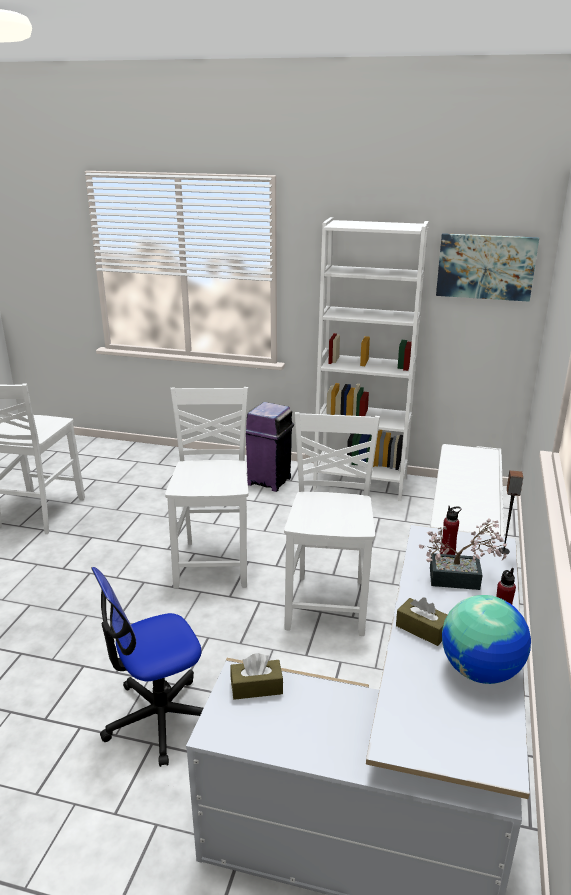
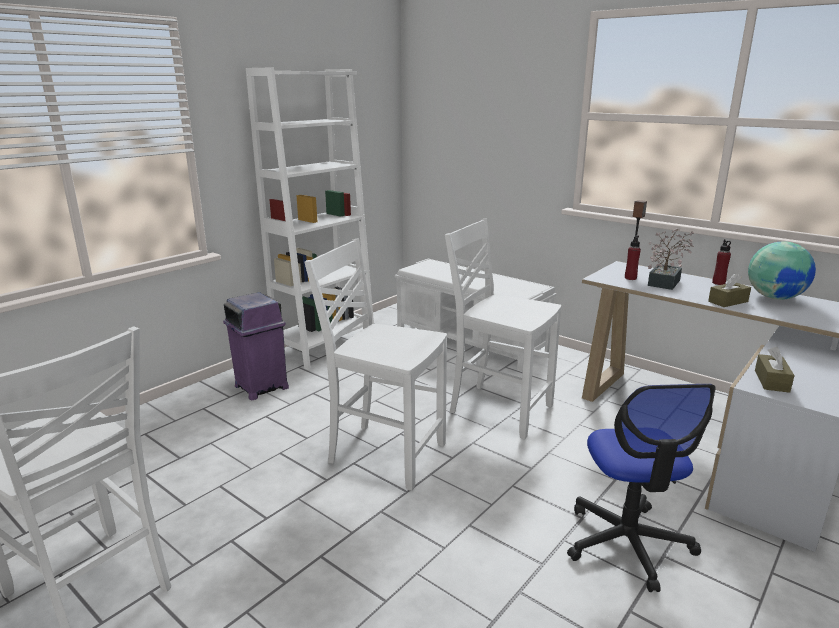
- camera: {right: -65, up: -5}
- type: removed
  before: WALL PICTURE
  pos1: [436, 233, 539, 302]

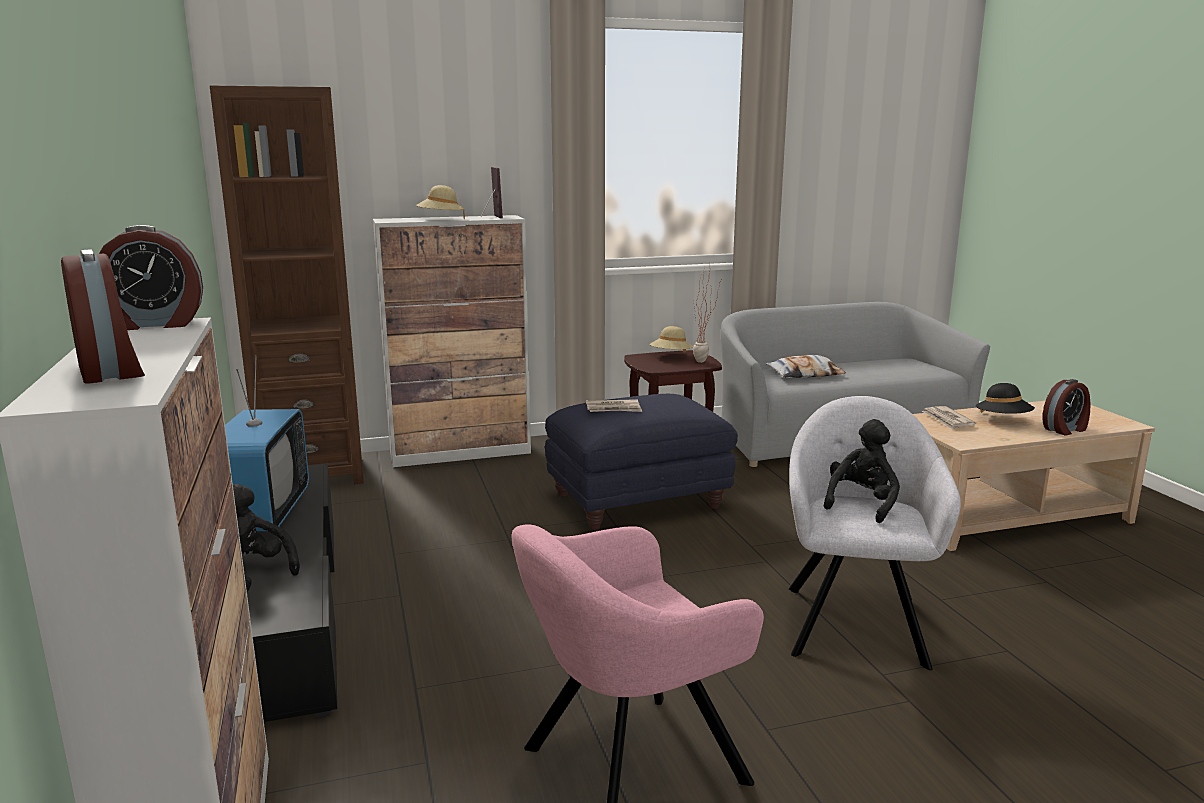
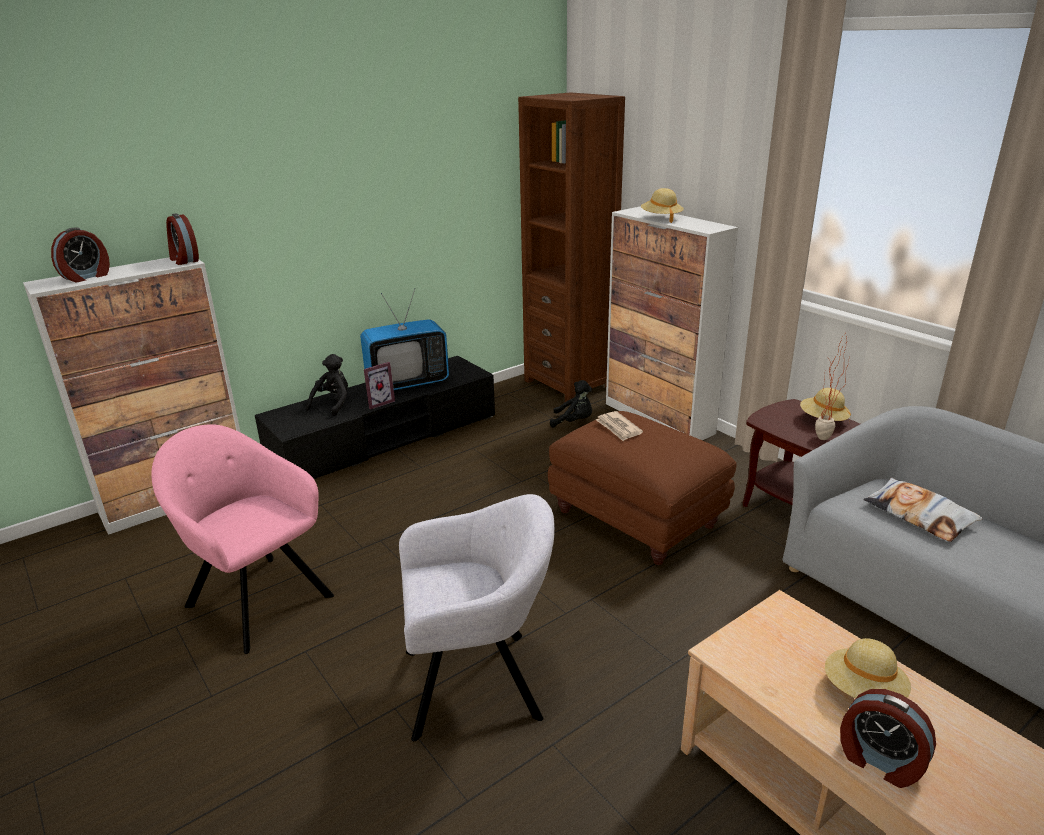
- camera: {right: 70, up: 10}
- type: moved
  before: STANDING FRAME
  pos1: [481, 167, 503, 218]
  pos2: [364, 362, 395, 409]
- type: recoloured
  before: BLUE-COLOURED OTTOMAN
  after: BROWNISH OTTOMAN
  pos1: [545, 394, 738, 530]
  pos2: [548, 411, 737, 565]
- type: moved
  before: BLACK-COLOURED PLUSH TOY
  pos1: [824, 419, 900, 523]
  pos2: [550, 380, 592, 428]
- type: recoloured
  before: BLACK-COLOURED CLOTHING HAT
  after: BEIGE-COLOURED CLOTHING HAT
  pos1: [976, 383, 1035, 414]
  pos2: [825, 638, 911, 698]
- type: removed
  before: DAILY PAPER
  pos1: [922, 406, 976, 430]

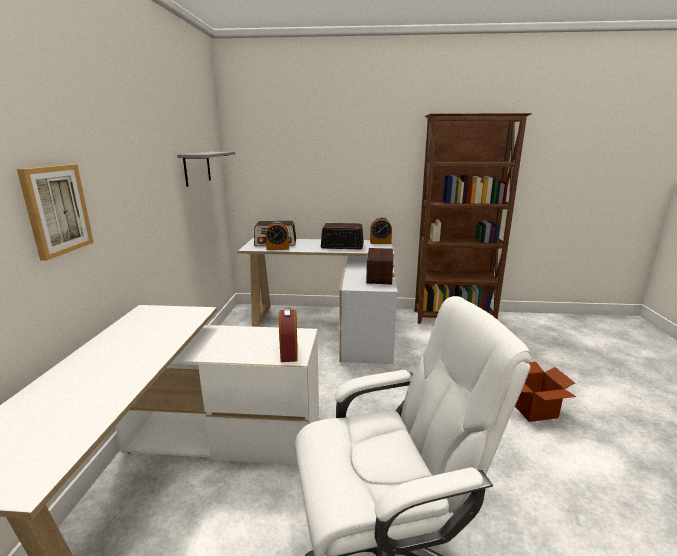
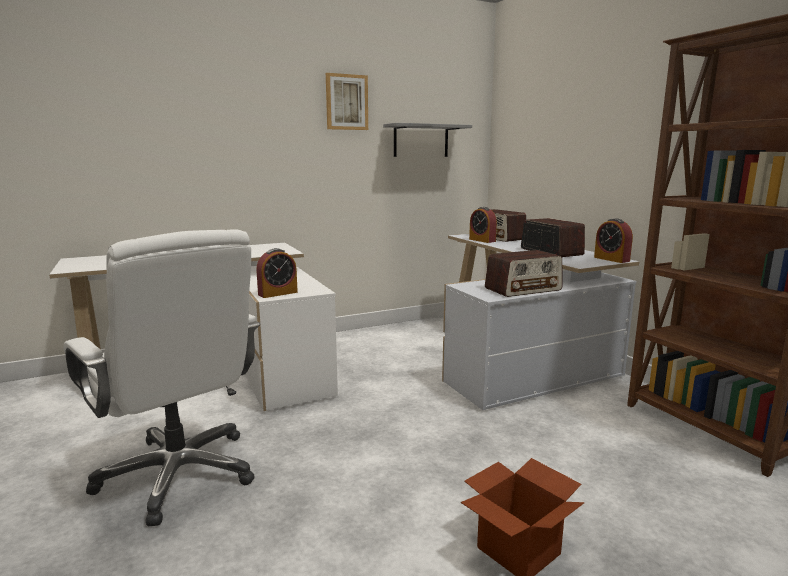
- camera: {right: 60, up: -5}
- type: moved
  before: WALL PICTURE
  pos1: [17, 164, 94, 261]
  pos2: [326, 73, 368, 130]

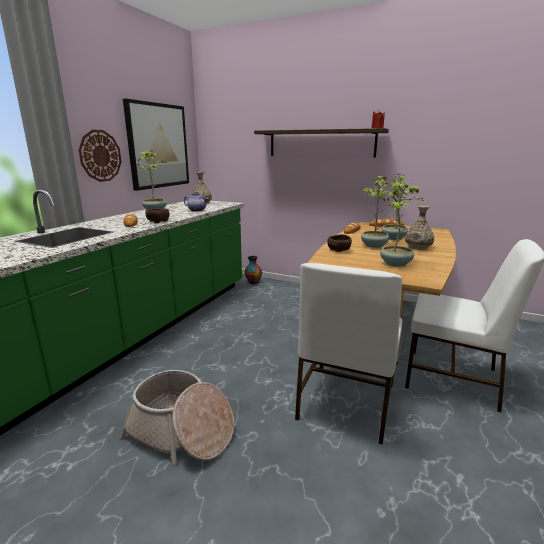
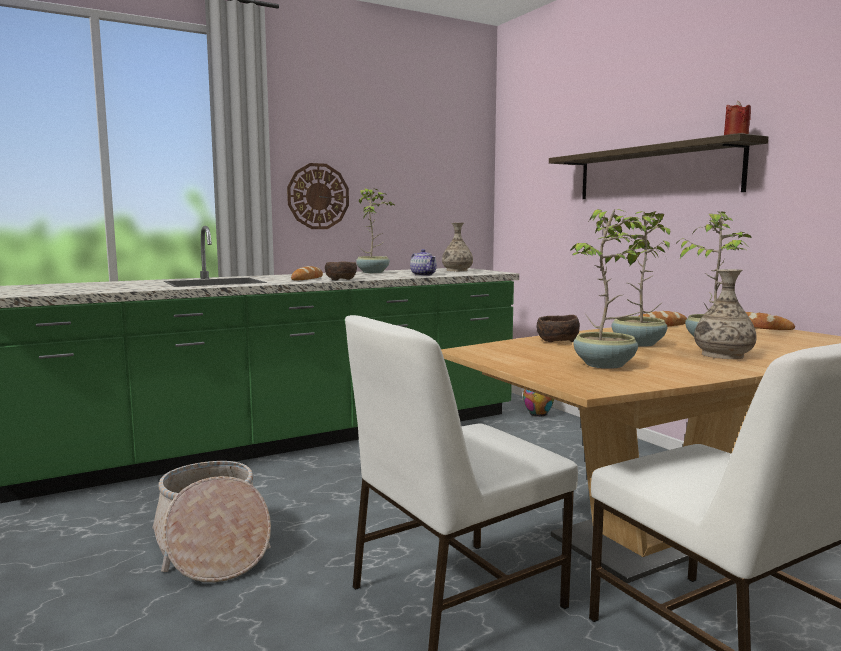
- camera: {right: 35, up: -10}
- type: removed
  before: WALL PICTURE
  pos1: [123, 99, 189, 191]

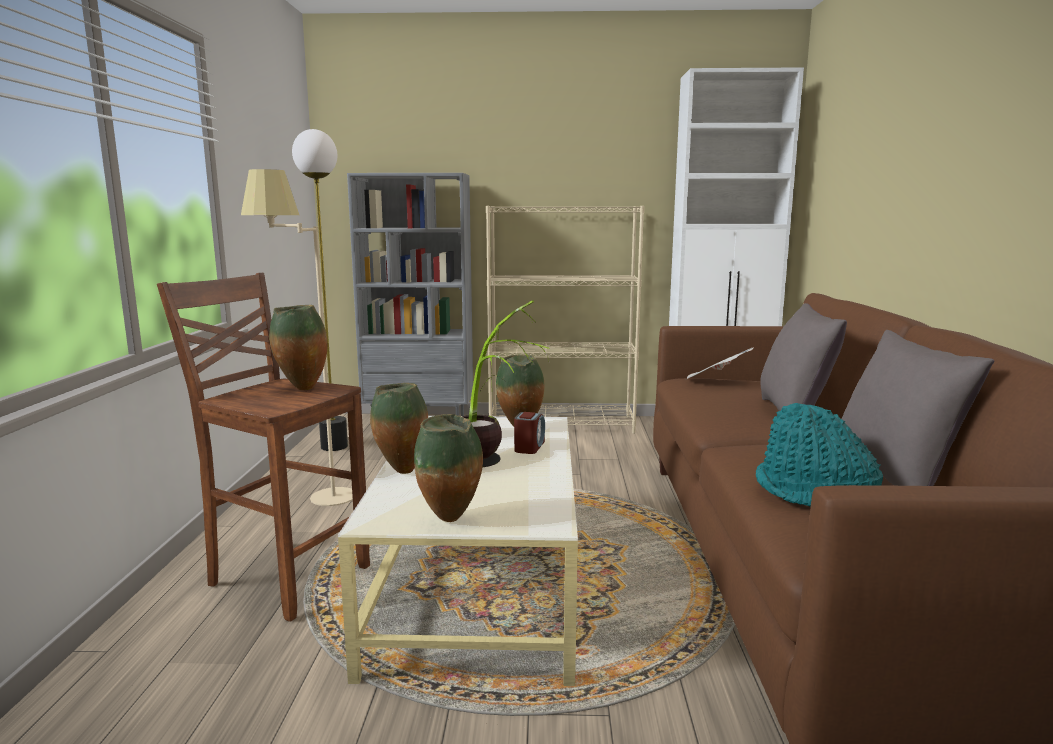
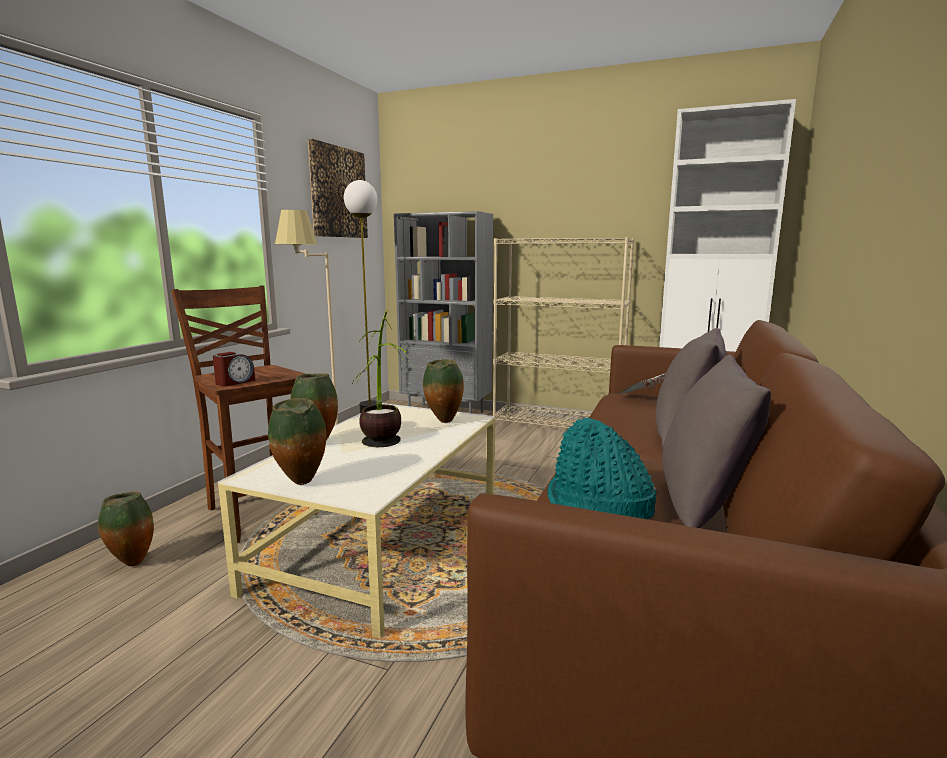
- camera: {right: 20, up: 0}
- type: moved
  before: FLOWER VASE
  pos1: [269, 305, 327, 390]
  pos2: [98, 491, 154, 566]
- type: moved
  before: BEDSIDE CLOCK
  pos1: [514, 412, 545, 454]
  pos2: [213, 352, 255, 386]
- type: added
  after: WALL PICTURE
  pos2: [308, 139, 368, 238]

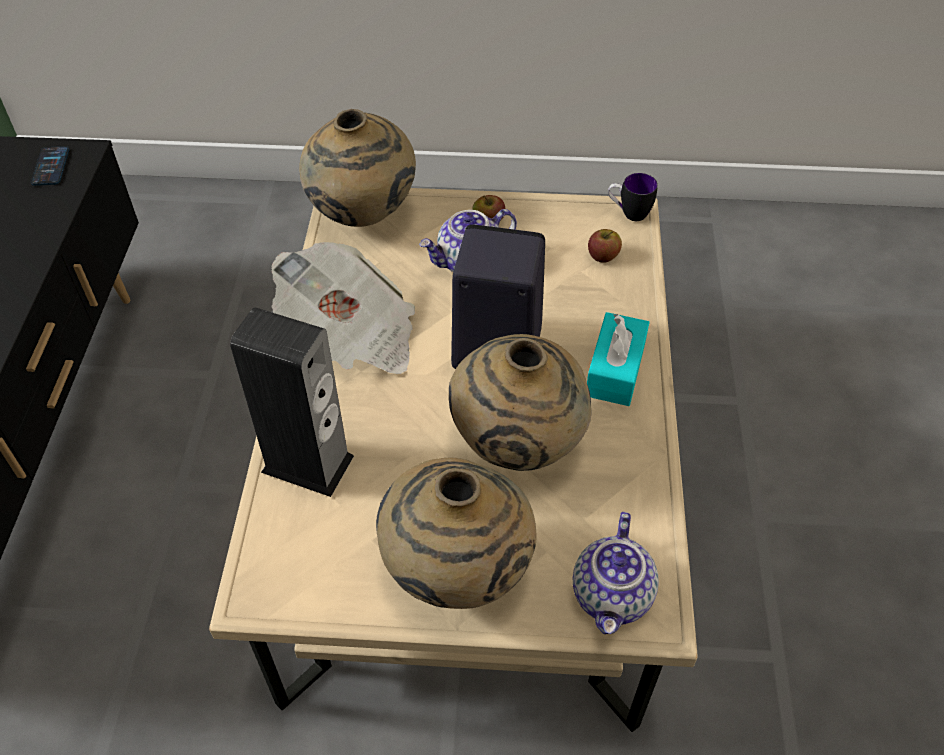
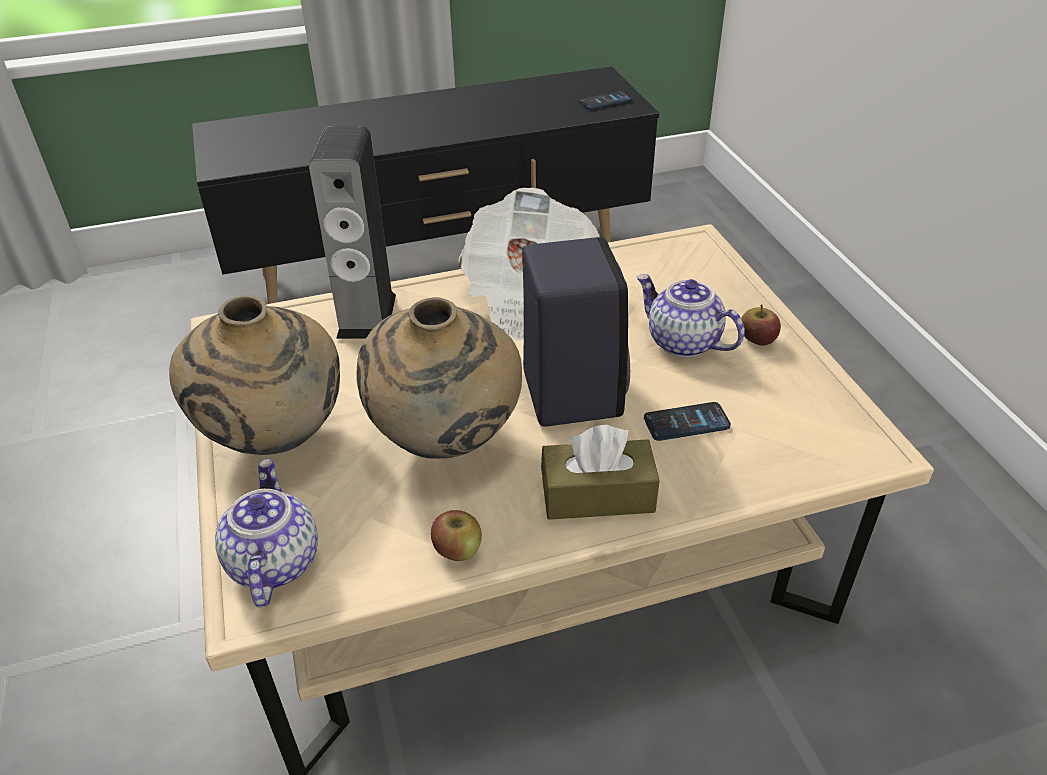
- camera: {right: 70, up: -10}
- type: turned
  before: TEAPOT
  pos1: [573, 512, 659, 634]
  pos2: [215, 458, 318, 608]
  turn: 90
- type: moved
  before: APPLE FRUIT
  pos1: [588, 229, 622, 263]
  pos2: [431, 510, 482, 561]
- type: recoloured
  before: TURQUOISE BOX OF TISSUES
  after: BROWNISH BOX OF TISSUES
  pos1: [587, 312, 650, 406]
  pos2: [541, 425, 660, 520]
- type: added
  after: HANDSET
  pos2: [644, 402, 731, 441]
- type: removed
  before: BEIGE-COLOURED FLOWER VASE
  pos1: [299, 109, 416, 227]
- type: removed
  before: COFFEE MUG
  pos1: [608, 173, 658, 221]

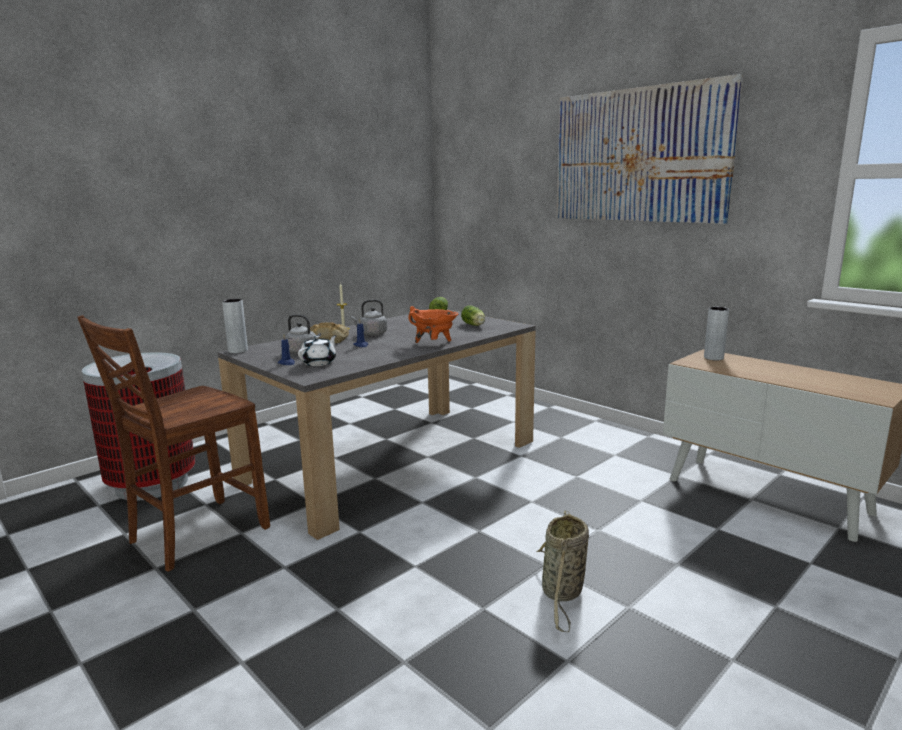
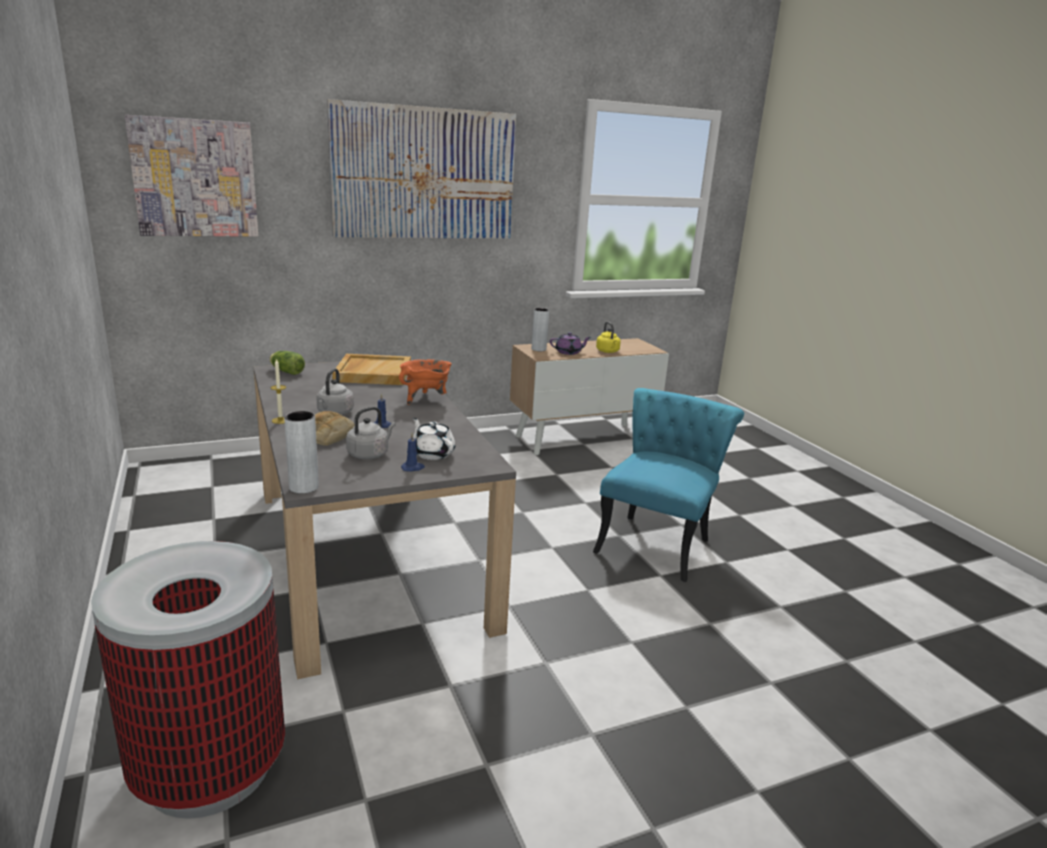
- camera: {right: -70, up: 5}
- type: added
  after: WALL PICTURE
  pos2: [124, 115, 258, 237]
- type: replaced
  before: LETTUCE
  after: BEIGE-COLOURED TRAY
  pos1: [461, 305, 485, 326]
  pos2: [332, 354, 411, 385]
- type: added
  after: PURPLE TEAPOT
  pos2: [550, 332, 591, 355]
- type: replaced
  before: BASKET
  after: TURQUOISE CHAIR
  pos1: [536, 511, 589, 632]
  pos2: [593, 388, 744, 582]
- type: added
  after: YELLOW-COLOURED TEA KETTLE
  pos2: [596, 322, 621, 353]
- type: removed
  before: BROWNISH CHAIR
  pos1: [77, 315, 270, 572]

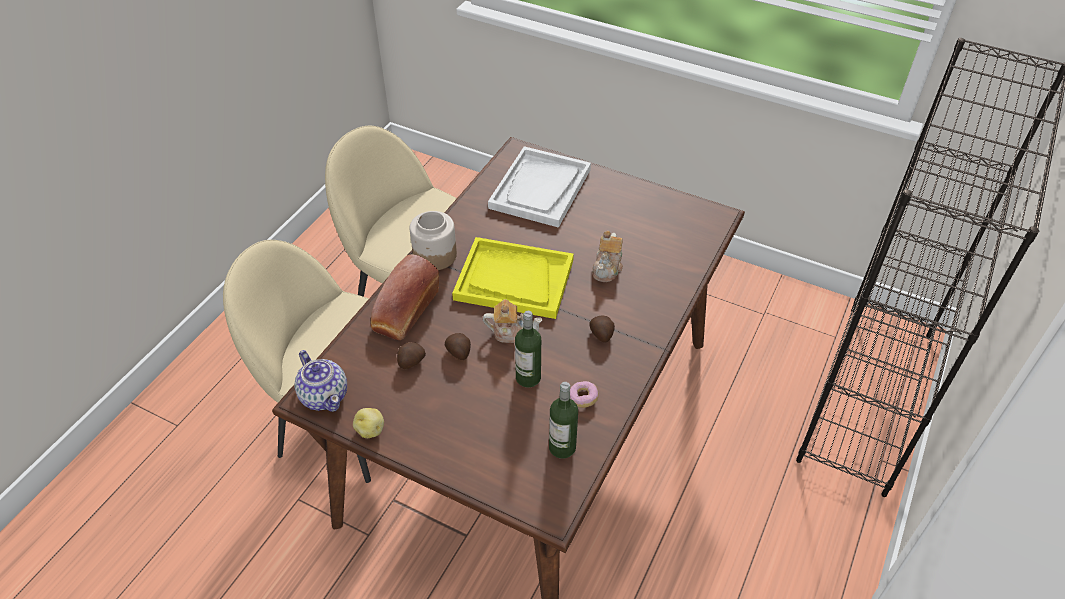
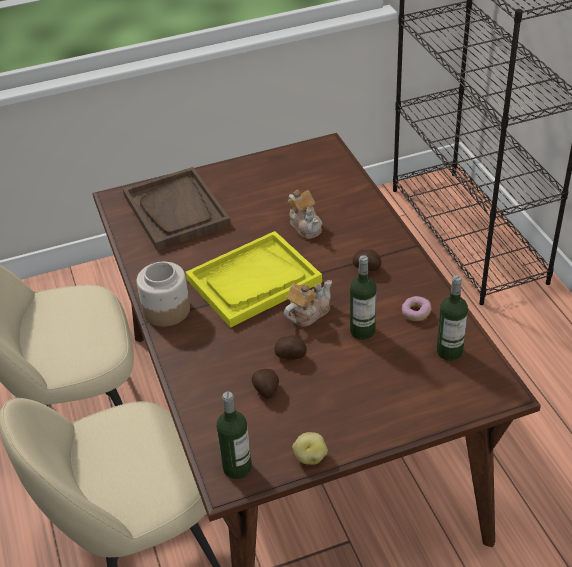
- camera: {right: -45, up: -5}
- type: recoloured
  before: WHITE-COLOURED TRAY
  after: BROWNISH TRAY
  pos1: [488, 146, 591, 228]
  pos2: [123, 167, 231, 251]
- type: replaced
  before: TEAPOT
  after: DRINK BOTTLE
  pos1: [294, 350, 347, 412]
  pos2: [216, 392, 252, 479]
- type: removed
  before: BAKED BREAD
  pos1: [371, 254, 439, 340]

